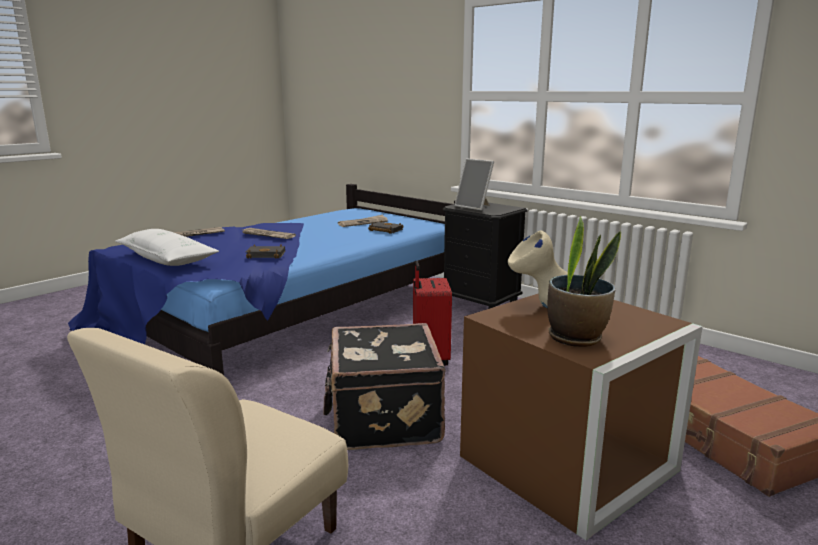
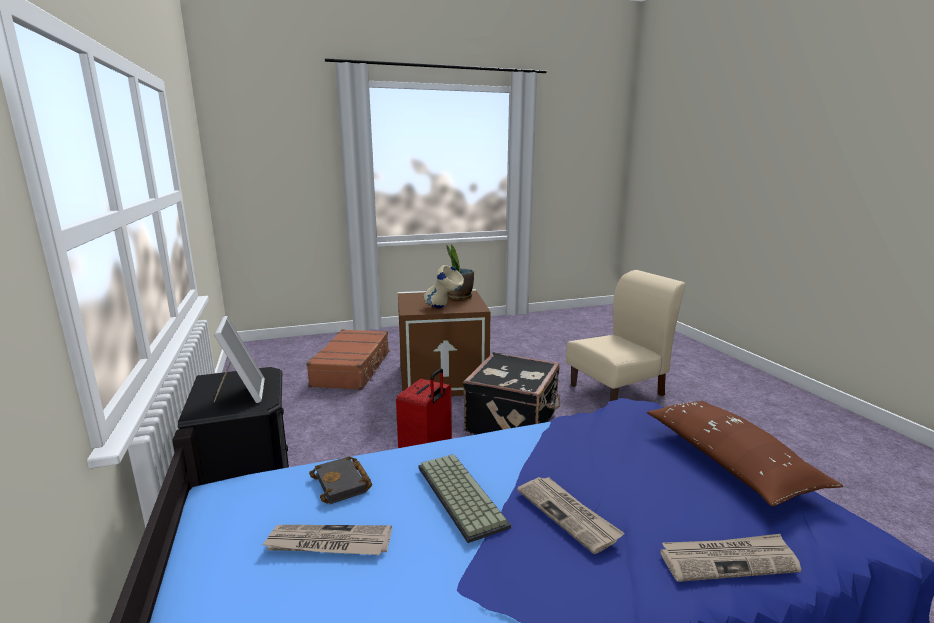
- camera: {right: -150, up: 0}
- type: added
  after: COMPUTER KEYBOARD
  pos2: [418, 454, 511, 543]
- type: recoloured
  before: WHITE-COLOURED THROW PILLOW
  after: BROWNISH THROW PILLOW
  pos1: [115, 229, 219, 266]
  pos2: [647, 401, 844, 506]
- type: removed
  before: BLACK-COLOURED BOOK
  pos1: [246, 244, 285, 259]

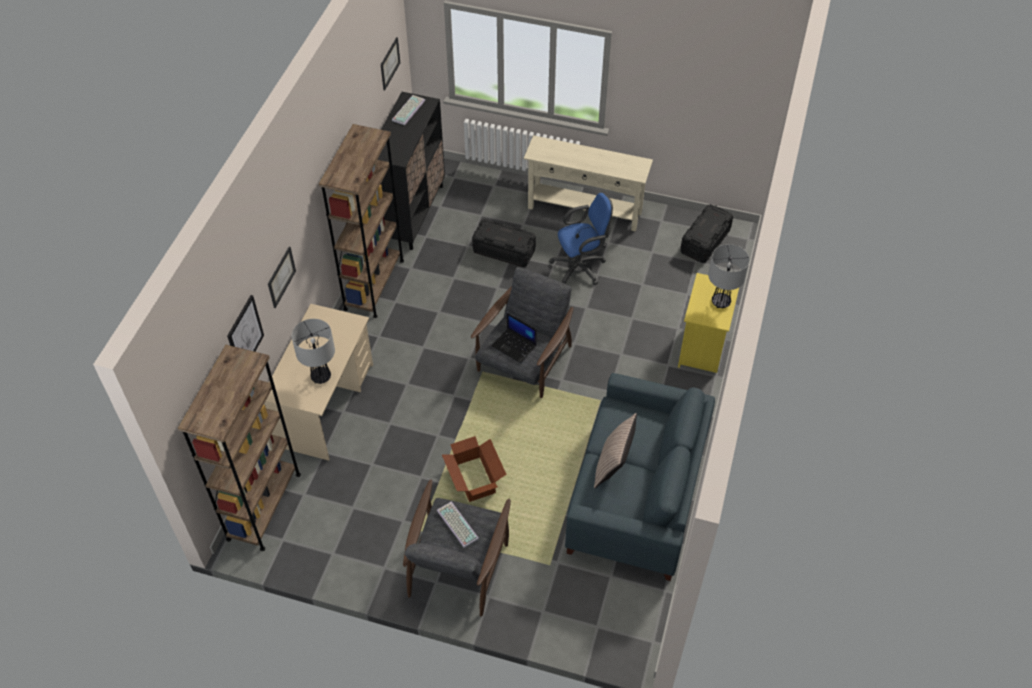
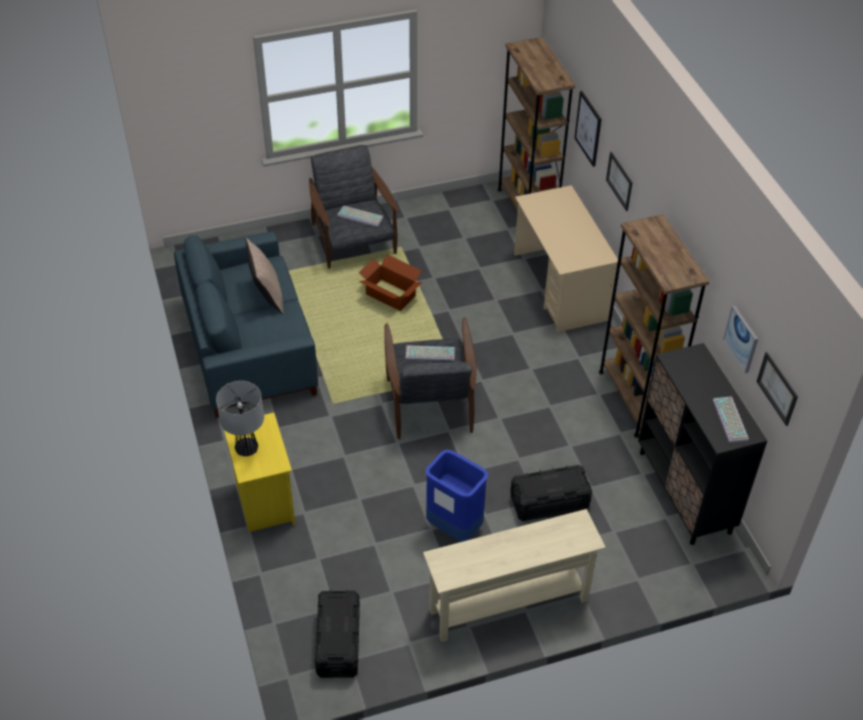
- camera: {right: 145, up: -5}
- type: replaced
  before: PORTABLE COMPUTER
  after: COMPUTER KEYBOARD
  pos1: [491, 313, 537, 363]
  pos2: [406, 345, 455, 361]
- type: replaced
  before: BLUE-COLOURED OFFICE CHAIR
  after: BLUE-COLOURED RUBBISH BIN
  pos1: [549, 193, 613, 285]
  pos2: [425, 449, 488, 542]
- type: added
  after: WALL PICTURE
  pos2: [723, 306, 758, 373]
- type: removed
  before: TABLETOP LAMP
  pos1: [292, 319, 335, 384]

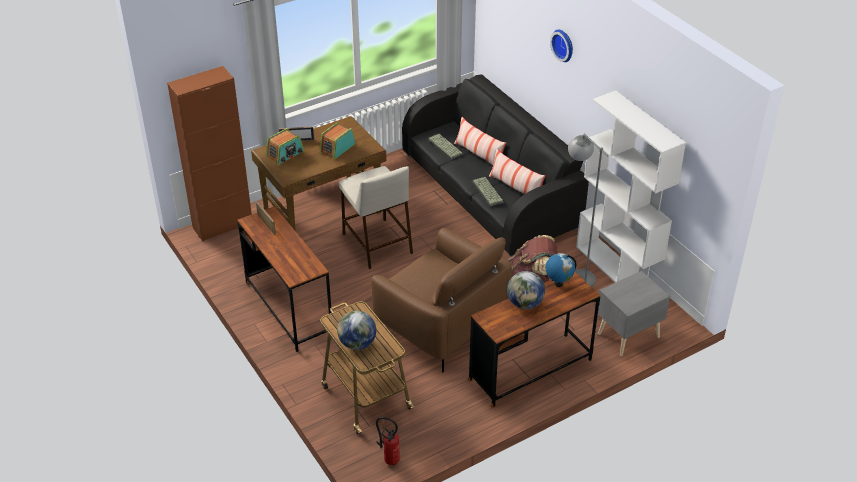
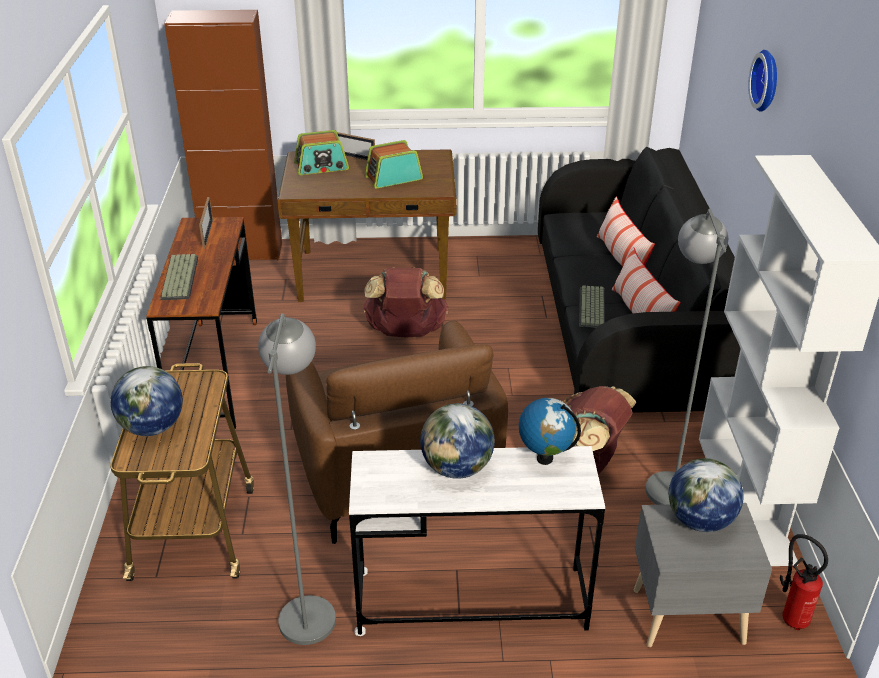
- camera: {right: 30, up: -5}
- type: moved
  before: COMPUTER KEYBOARD
  pos1: [428, 134, 464, 160]
  pos2: [160, 254, 198, 300]
- type: added
  after: GREY STANDARD LAMP
  pos2: [258, 313, 336, 645]
- type: recoloured
  before: BROWNISH DESK
  after: WHITE-COLOURED DESK
  pos1: [468, 272, 600, 408]
  pos2: [349, 446, 605, 636]
- type: replaced
  before: BEIGE-COLOURED STOOL SEAT
  after: BROWNISH KNAPSACK
  pos1: [339, 166, 413, 269]
  pos2: [363, 267, 448, 337]
- type: added
  after: GLOBE
  pos2: [669, 458, 743, 532]
- type: moved
  before: EXTINGUISHER
  pos1: [376, 417, 400, 465]
  pos2: [780, 534, 828, 630]

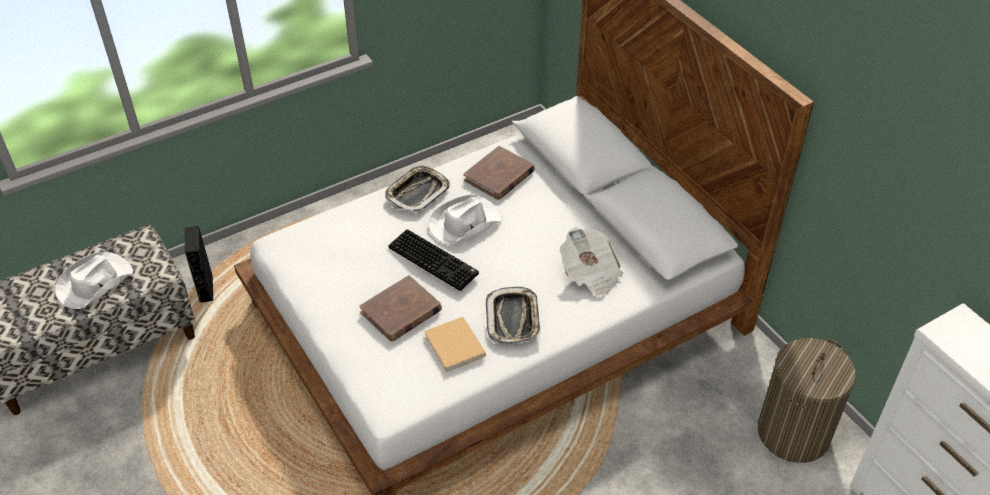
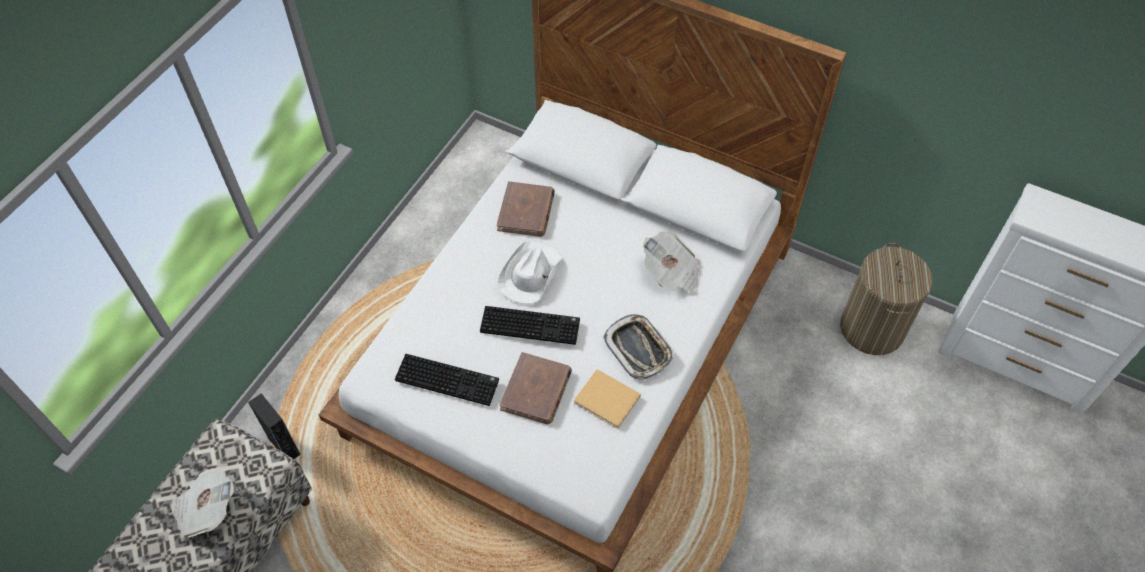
- camera: {right: -30, up: 10}
- type: replaced
  before: WHITE-COLOURED CLOTHING HAT
  after: DAILY PAPER
  pos1: [55, 252, 133, 309]
  pos2: [170, 467, 234, 538]
- type: added
  after: COMPUTER KEYBOARD
  pos2: [395, 354, 499, 406]
- type: removed
  before: TRAY
  pos1: [385, 165, 450, 213]

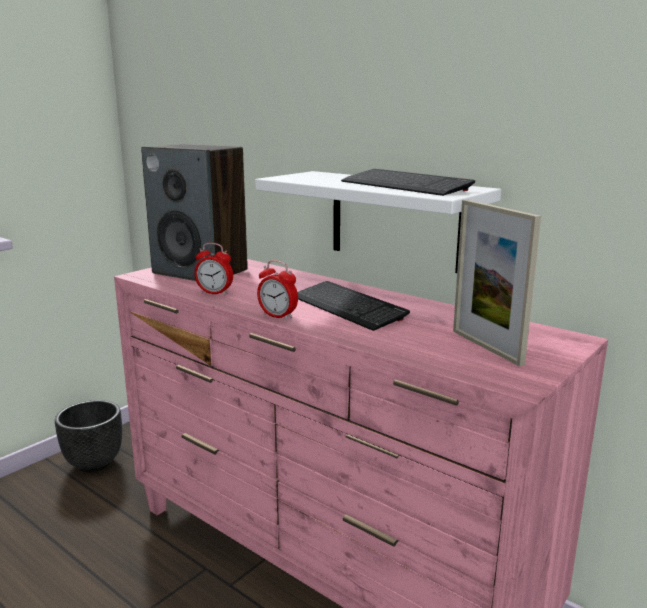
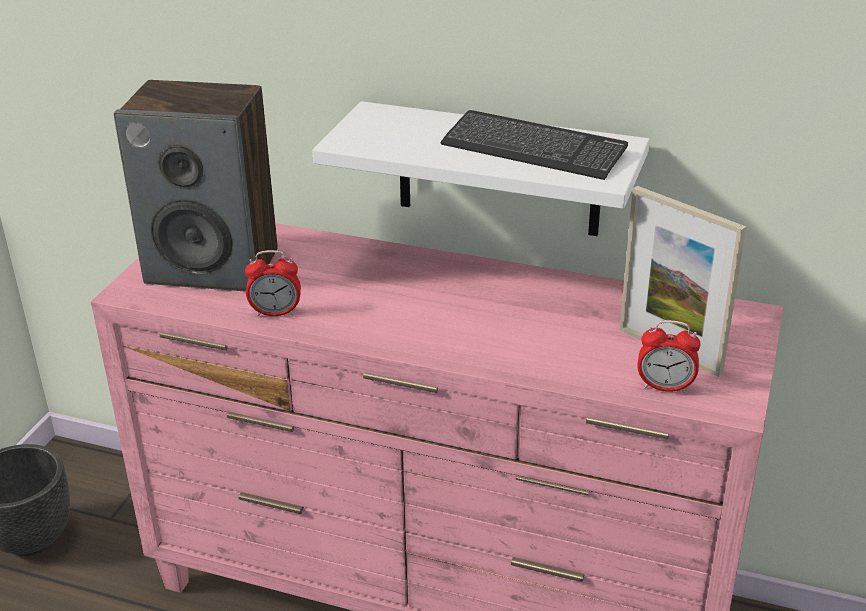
- camera: {right: -20, up: 15}
- type: moved
  before: BEDSIDE CLOCK
  pos1: [257, 260, 298, 320]
  pos2: [637, 320, 701, 393]
- type: removed
  before: COMPUTER KEYBOARD
  pos1: [298, 281, 410, 331]

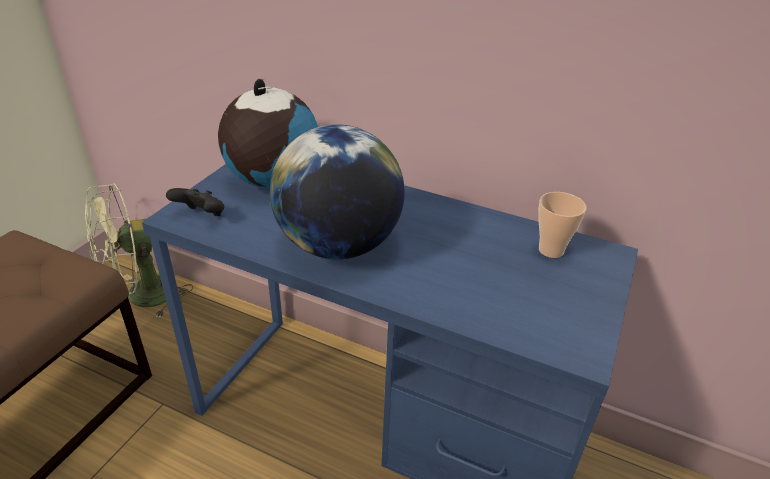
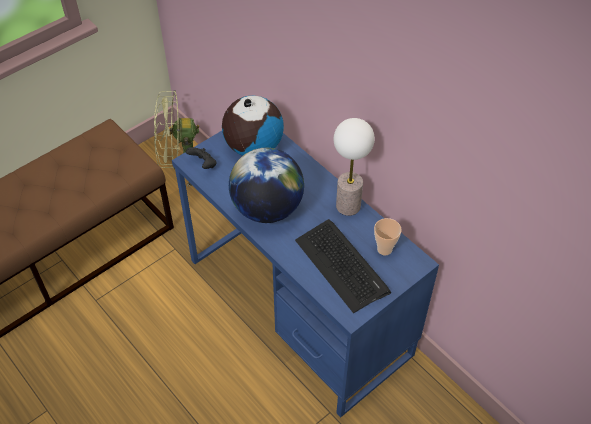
- camera: {right: 25, up: 15}
- type: added
  after: COMPUTER KEYBOARD
  pos2: [295, 219, 391, 313]
- type: added
  after: TABLETOP LAMP
  pos2: [333, 118, 375, 216]

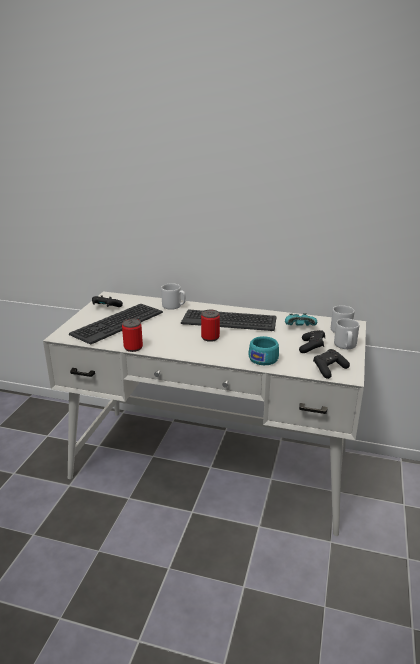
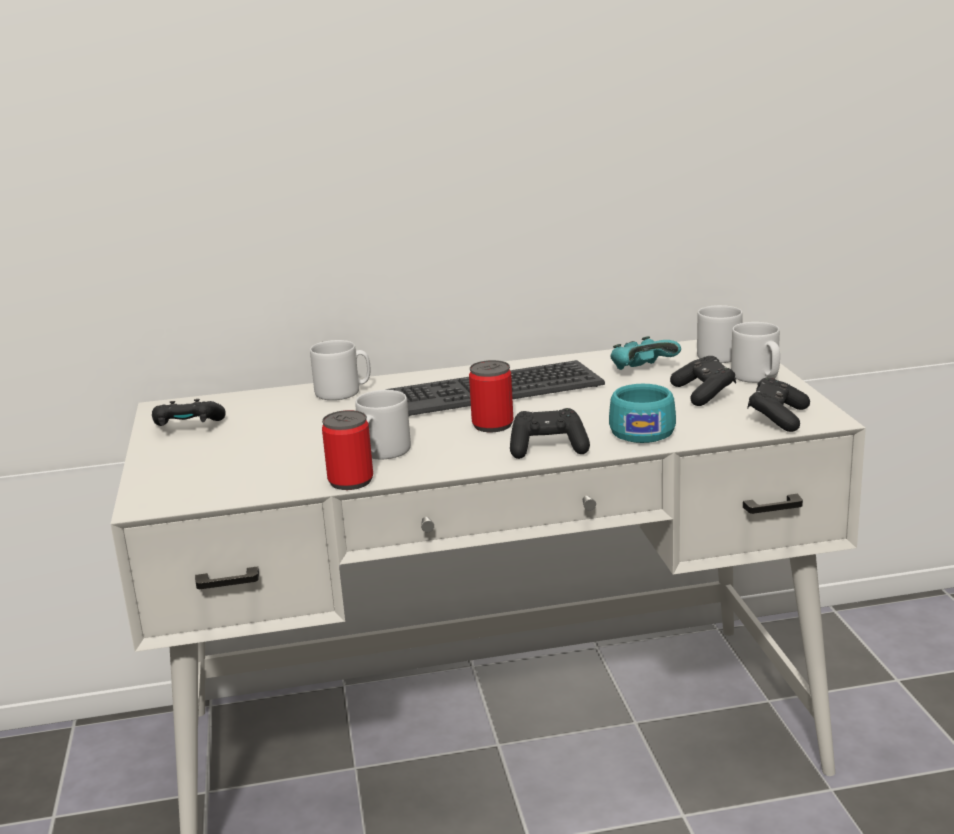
- camera: {right: -25, up: -5}
- type: added
  after: GREY COFFEE MUG
  pos2: [355, 390, 411, 459]
- type: added
  after: BLACK-COLOURED GAME CONTROLLER
  pos2: [510, 408, 590, 459]
- type: removed
  before: COMPUTER KEYBOARD
  pos1: [69, 304, 163, 345]

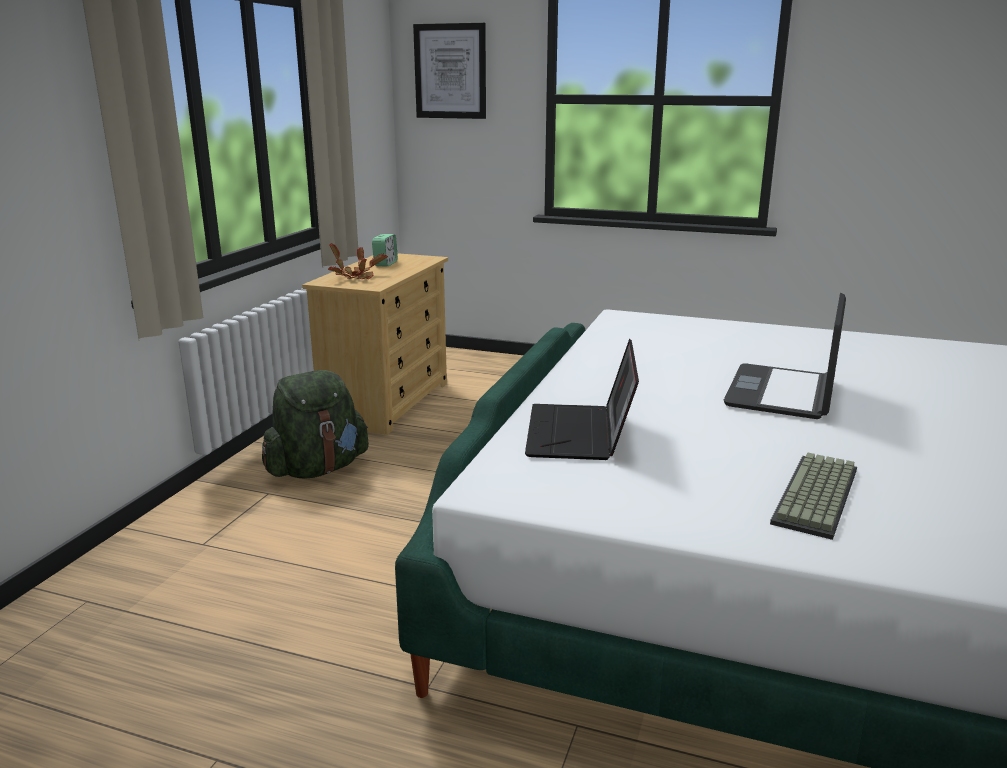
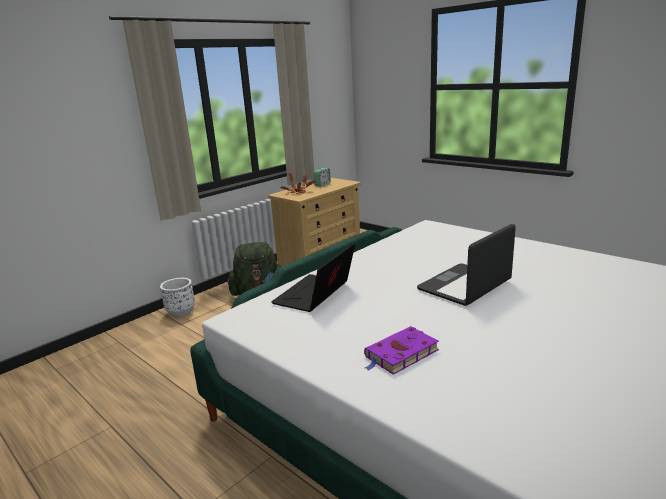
- camera: {right: 25, up: 0}
- type: added
  after: WHITE-COLOURED PLANTER
  pos2: [160, 278, 195, 317]
- type: replaced
  before: COMPUTER KEYBOARD
  after: PURPLE BOOK
  pos1: [770, 452, 857, 540]
  pos2: [364, 326, 439, 375]
- type: removed
  before: WALL PICTURE
  pos1: [413, 23, 486, 119]

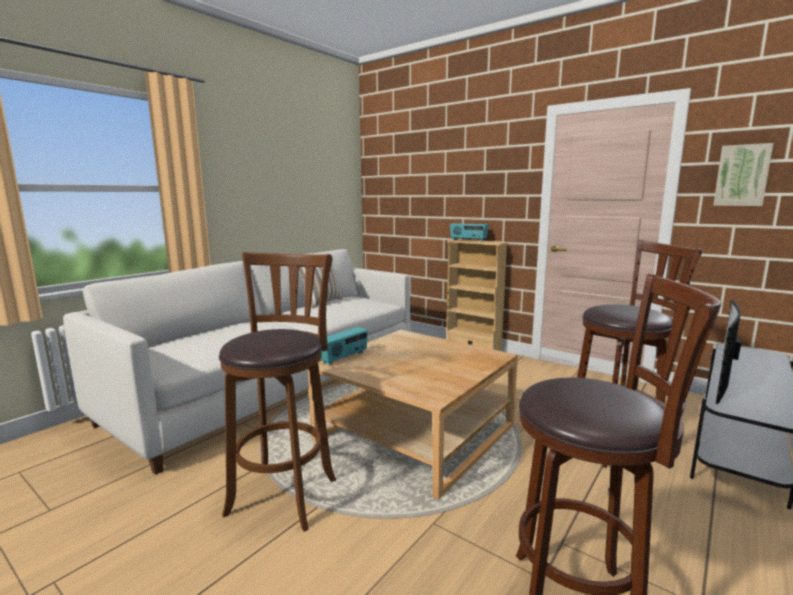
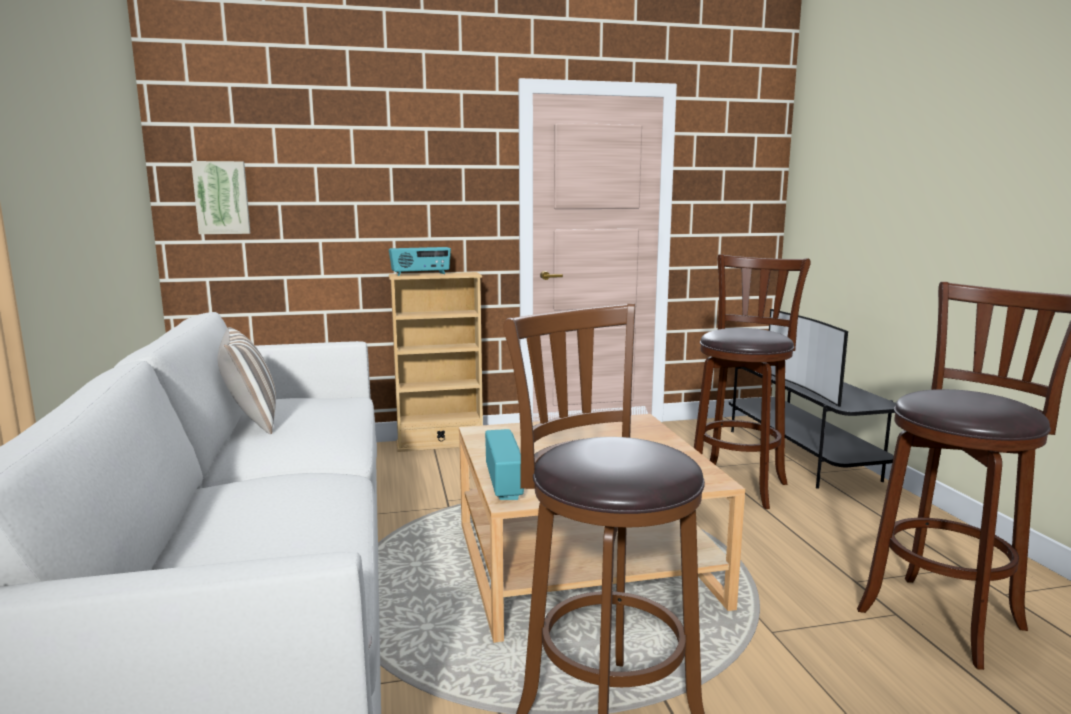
- camera: {right: -50, up: 0}
- type: moved
  before: WALL PICTURE
  pos1: [713, 143, 773, 206]
  pos2: [191, 161, 250, 234]

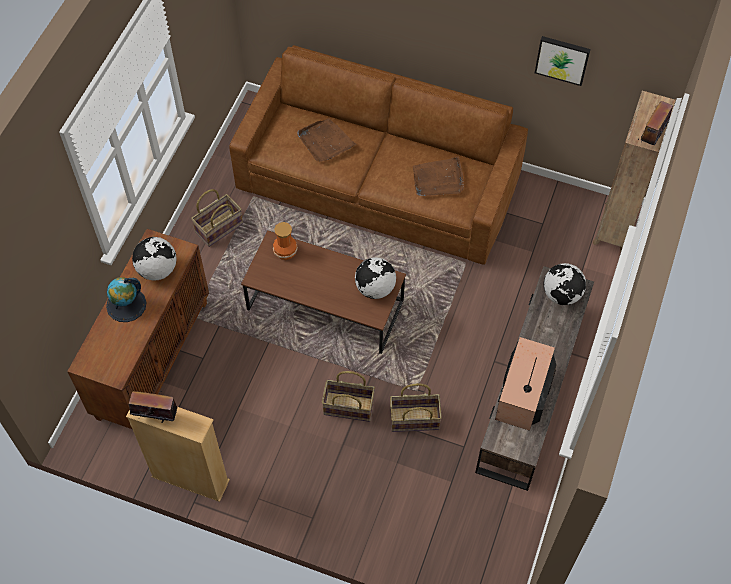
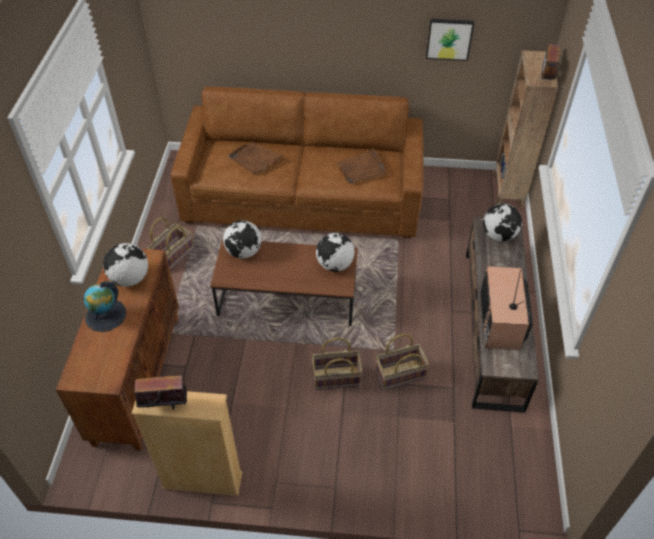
- camera: {right: -15, up: -10}
- type: replaced
  before: FLOWER VASE
  after: GLOBE
  pos1: [273, 222, 298, 260]
  pos2: [223, 220, 262, 258]

